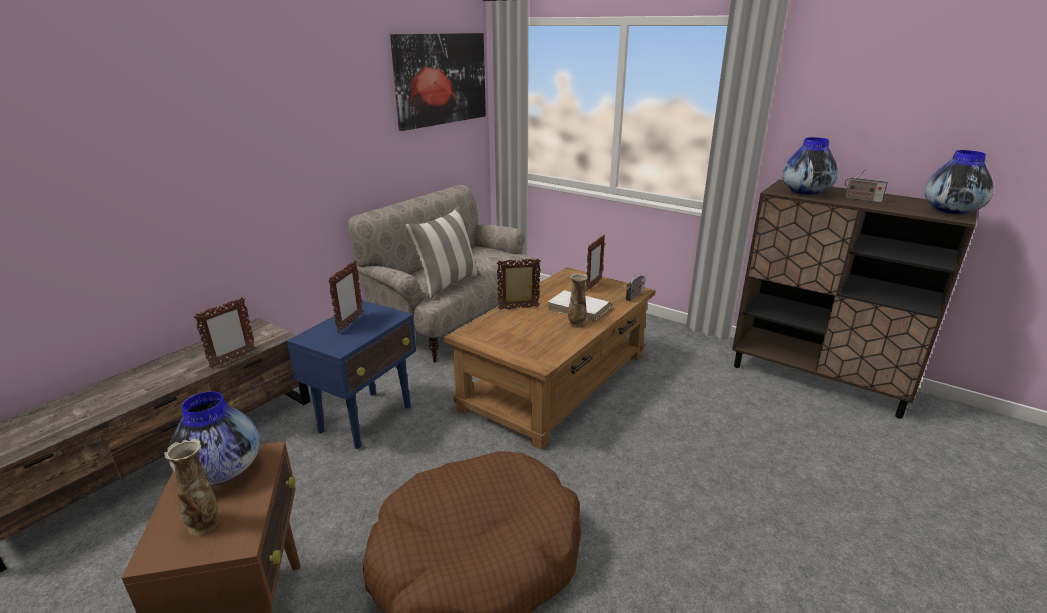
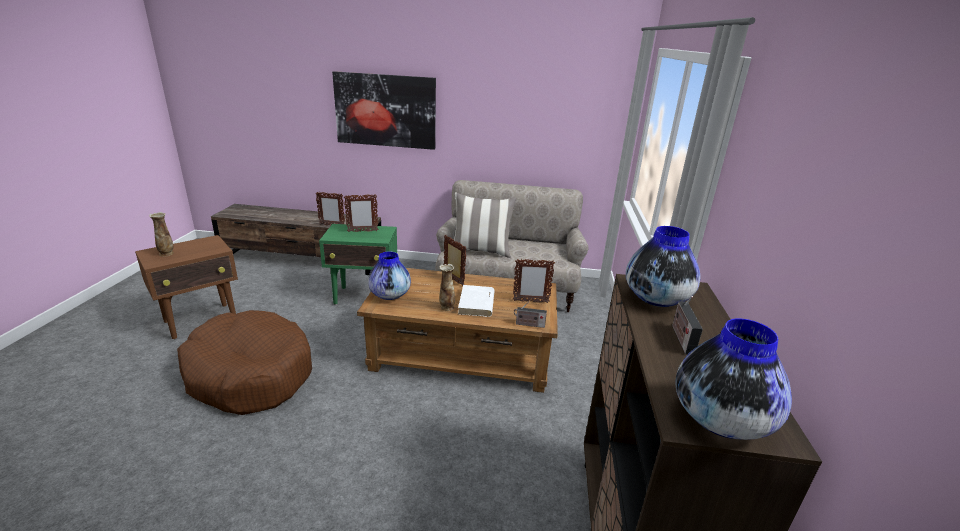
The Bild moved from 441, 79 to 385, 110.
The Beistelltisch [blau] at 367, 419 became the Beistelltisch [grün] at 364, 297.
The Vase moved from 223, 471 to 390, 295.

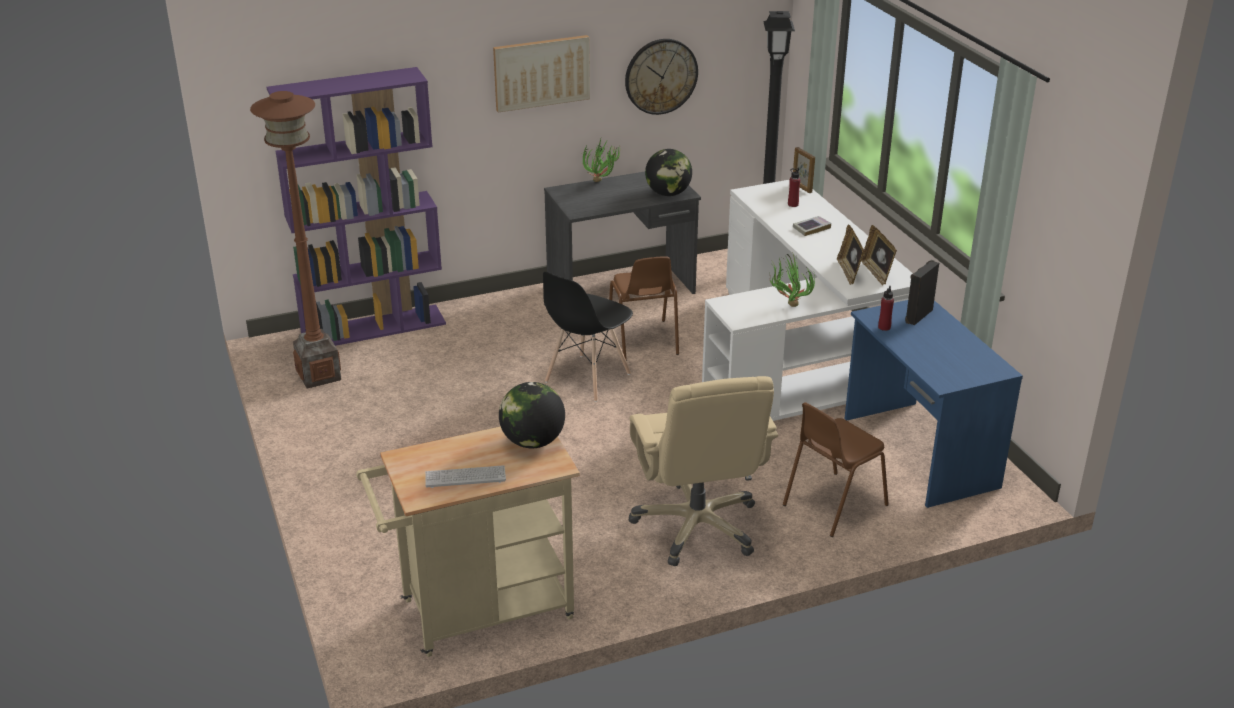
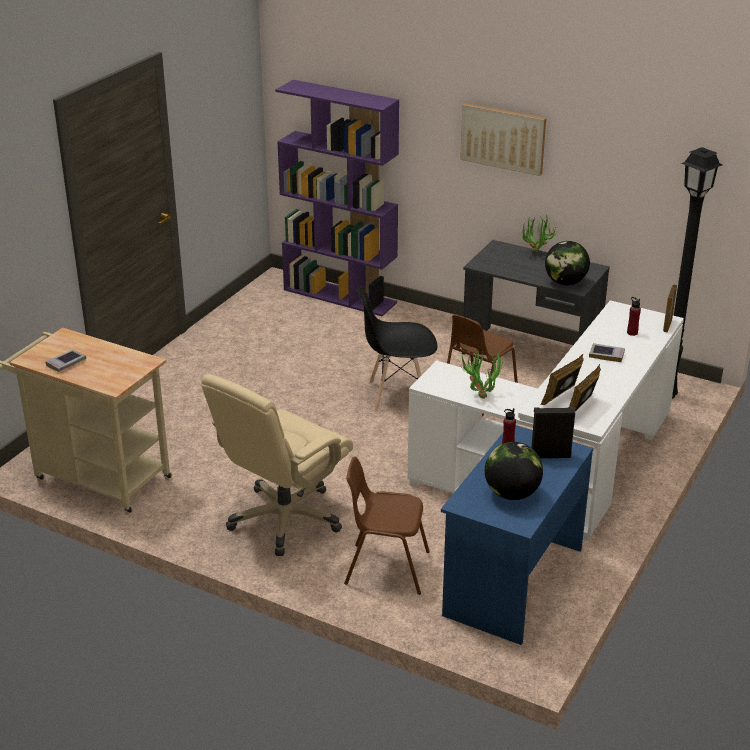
The Wanduhr at 661, 76 disappeared.
The Stehlampe [braun] at 318, 375 disappeared.
The Globus moved from 533, 442 to 512, 494.
The Tastatur at 465, 477 was replaced by the Buch at 66, 363.

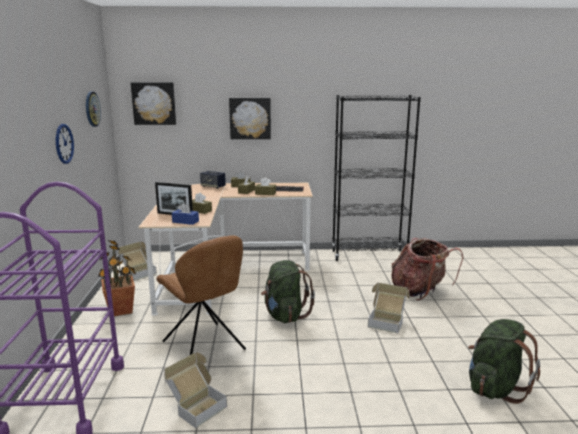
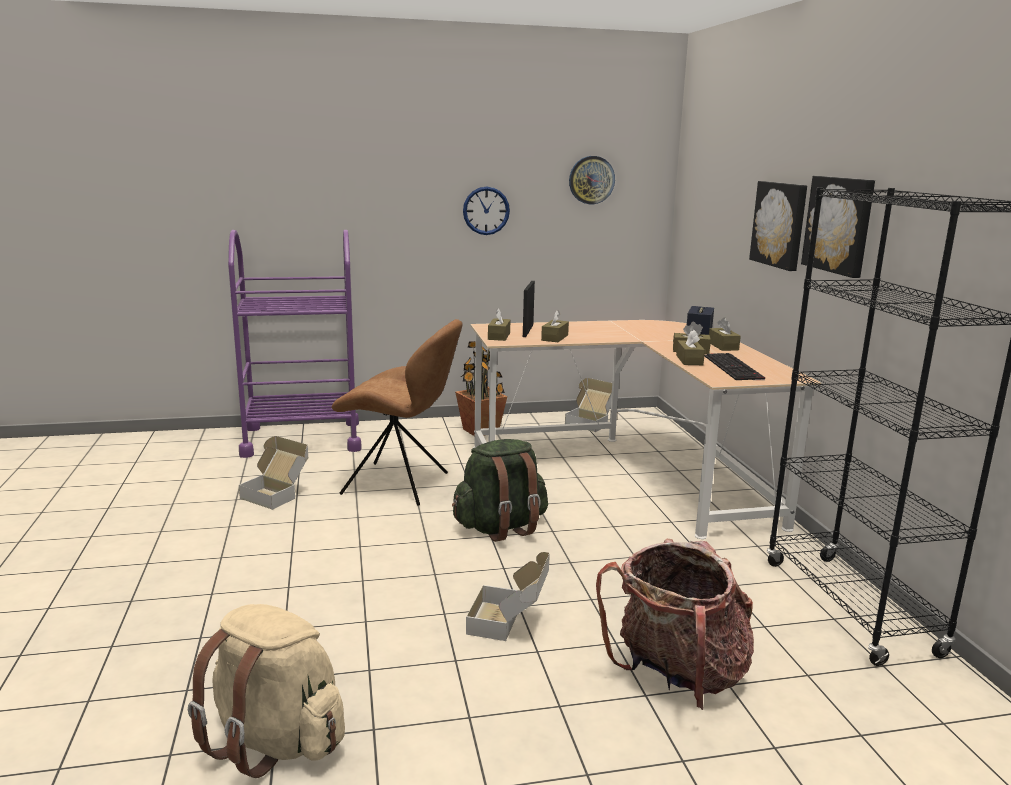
The Bild moved from 154, 103 to 840, 225.
The Taschentuchbox [blau] at 185, 221 became the Taschentuchbox [braun] at 499, 336.
The Stuhl [braun] at 205, 347 turned 120 degrees counterclockwise.
The Rucksack [grün] at 495, 388 became the Rucksack [beige] at 275, 740.

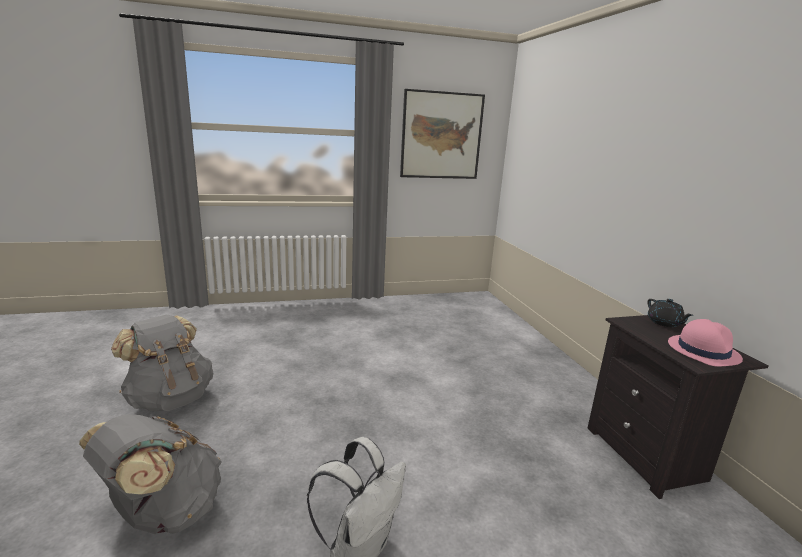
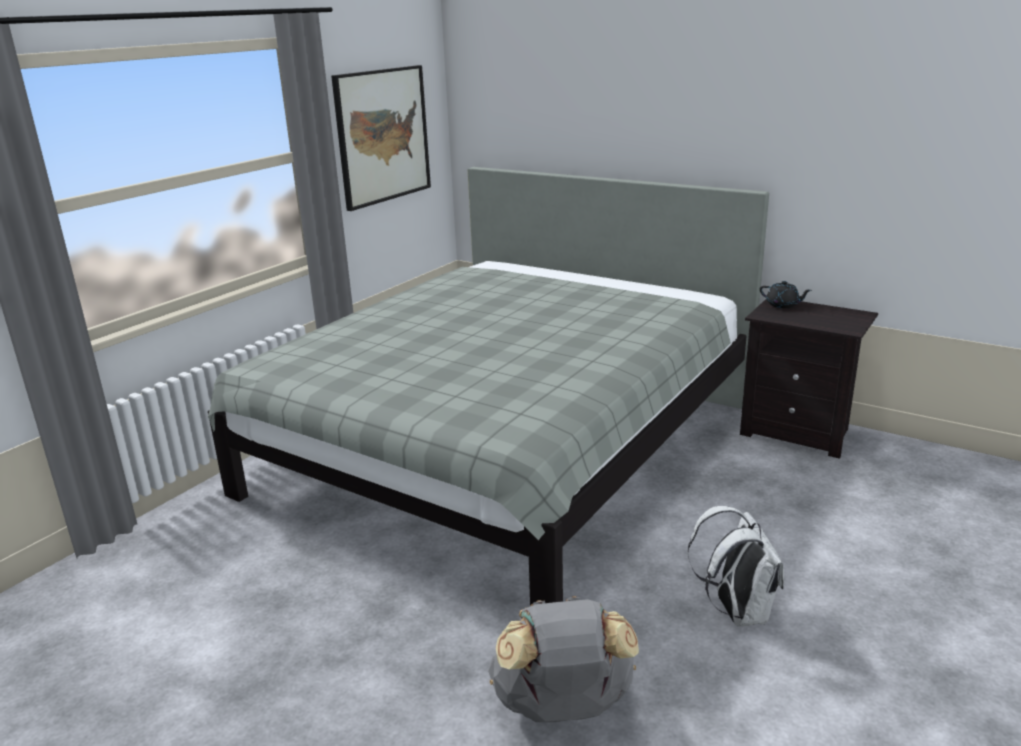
The Rucksack [grau] at 170, 398 disappeared.
The Hut [rosa] at 703, 350 disappeared.
The Bett [grau] at 504, 448 appeared.

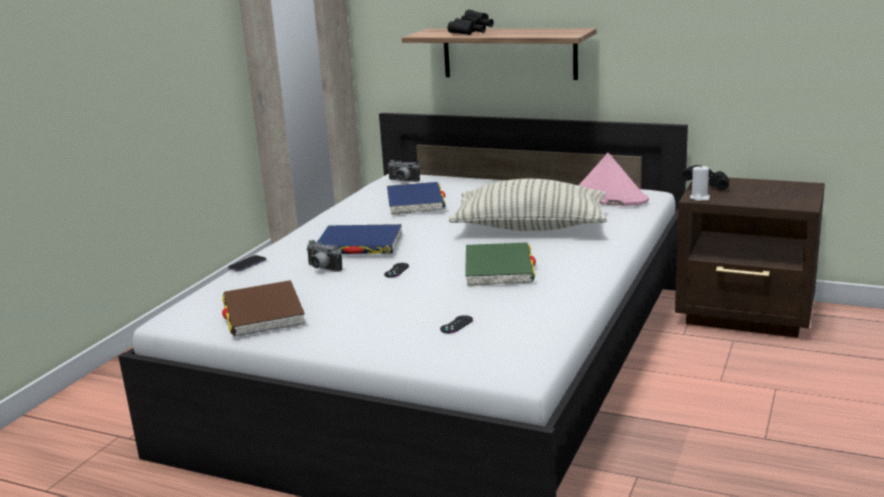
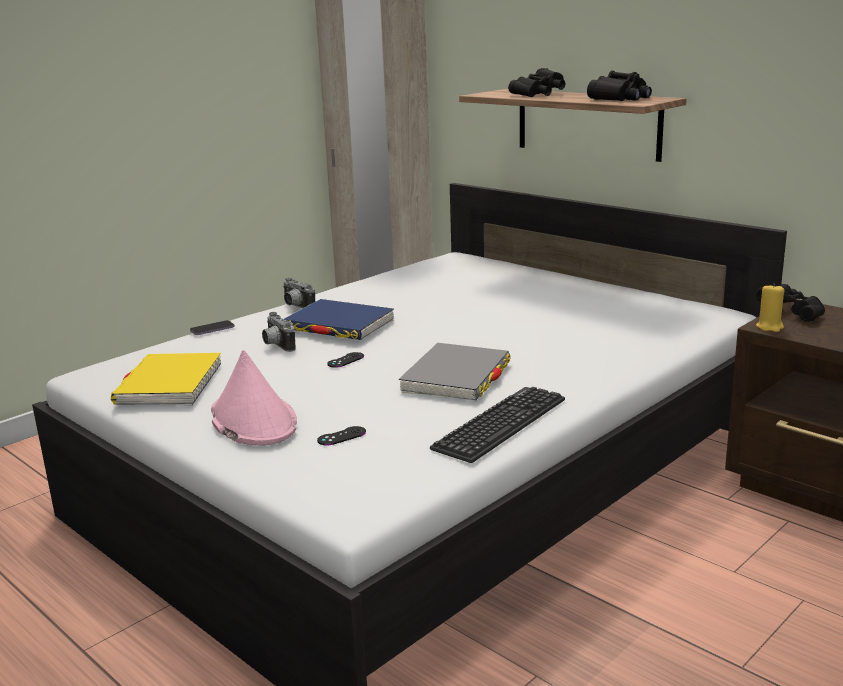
The Hut [rosa] moved from 609, 197 to 252, 420.
The Kamera moved from 402, 181 to 296, 307.
The Kerze [weiß] at 700, 198 became the Kerze [gelb] at 769, 327.
The Kissen at 530, 227 disappeared.
The Buch [blau] at 415, 202 disappeared.
The Buch [grün] at 499, 268 became the Buch [grau] at 456, 377.
The Buch [braun] at 263, 313 became the Buch [gelb] at 169, 384.
The Fernglas [schwarz] at 620, 98 appeared.
The Tastatur at 500, 424 appeared.

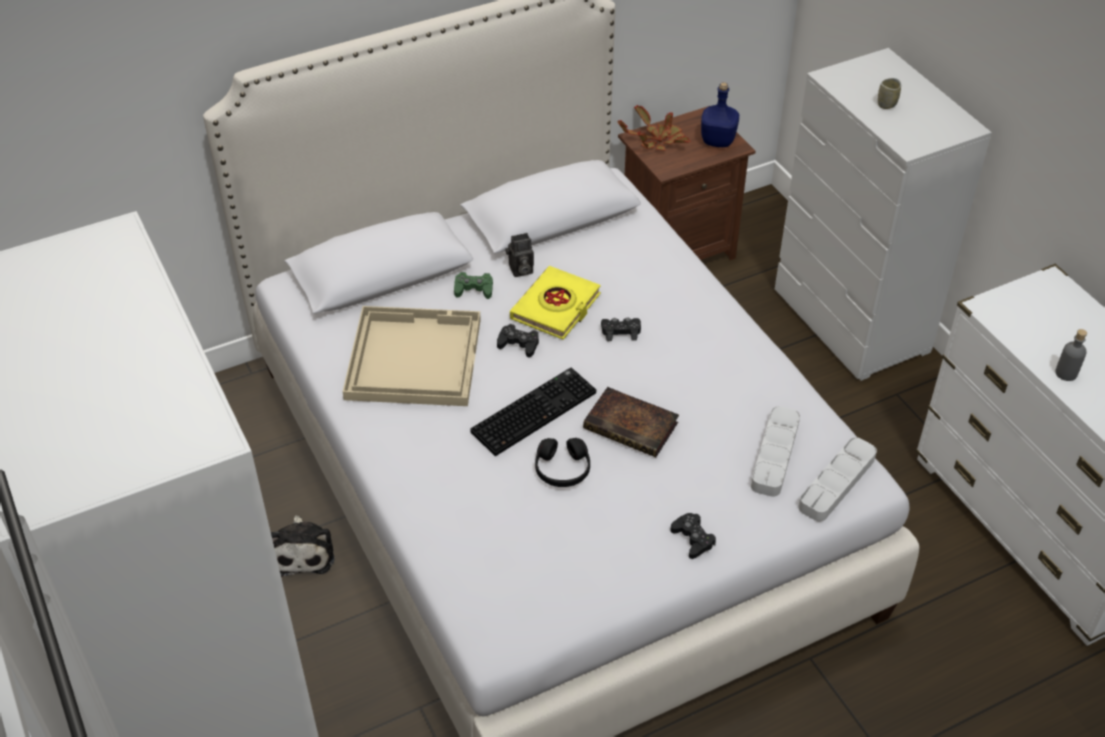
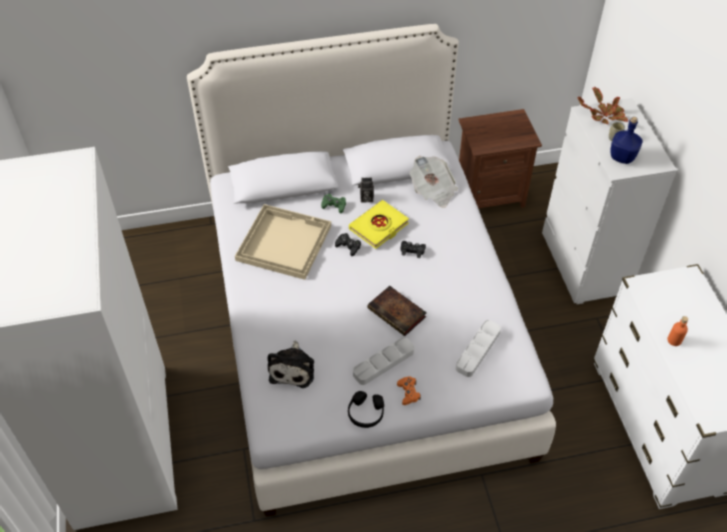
The Flasche [blau] moved from 717, 141 to 621, 157.
The Topfpflanze moved from 656, 141 to 603, 115.
The Flasche [grau] at 1066, 373 became the Flasche [orange] at 674, 340.
The Tastatur at 533, 410 disappeared.
The Tablett [grau] moved from 836, 483 to 383, 363.
The Kopfhörer [schwarz] moved from 562, 469 to 365, 413.
The Gamepad [schwarz] at 693, 539 became the Gamepad [orange] at 408, 392.
The Plüschtier moved from 302, 552 to 293, 368.
The Zeitung at 433, 191 appeared.

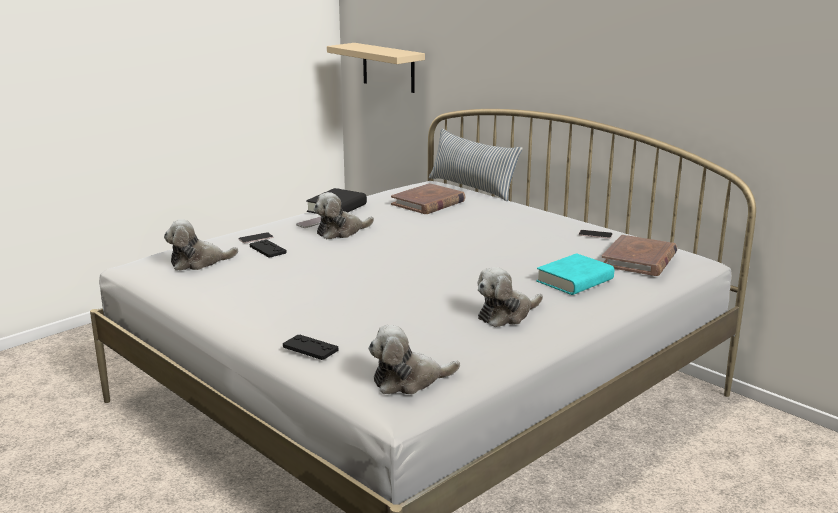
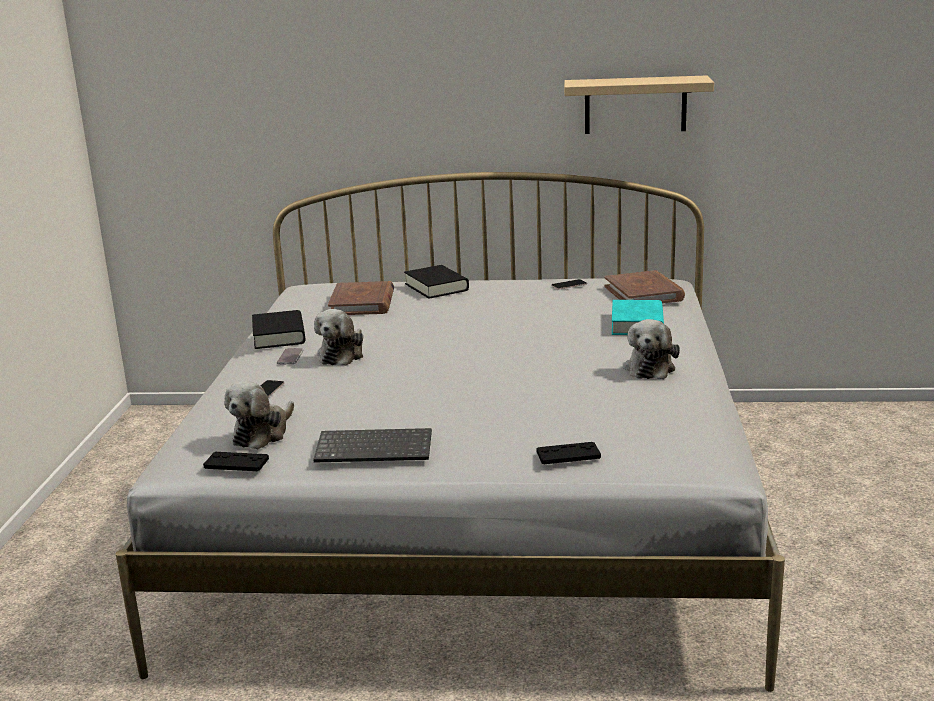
The Wandregal [beige] moved from 388, 67 to 635, 105.
The Kissen at 472, 188 disappeared.
The Gamepad [schwarz] moved from 267, 249 to 236, 463.
The Plüschtier at 409, 381 disappeared.
The Buch [schwarz] at 436, 287 appeared.
The Tastatur at 375, 448 appeared.

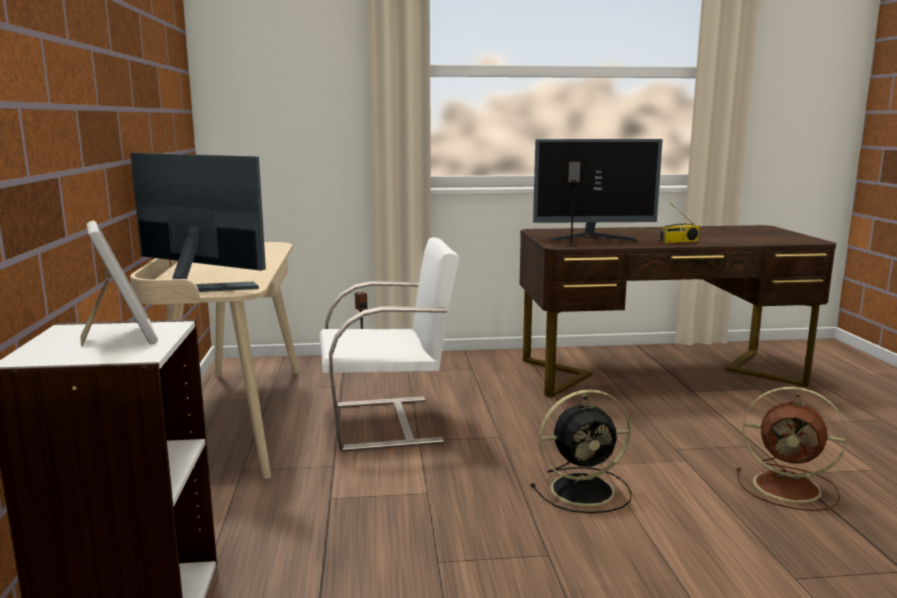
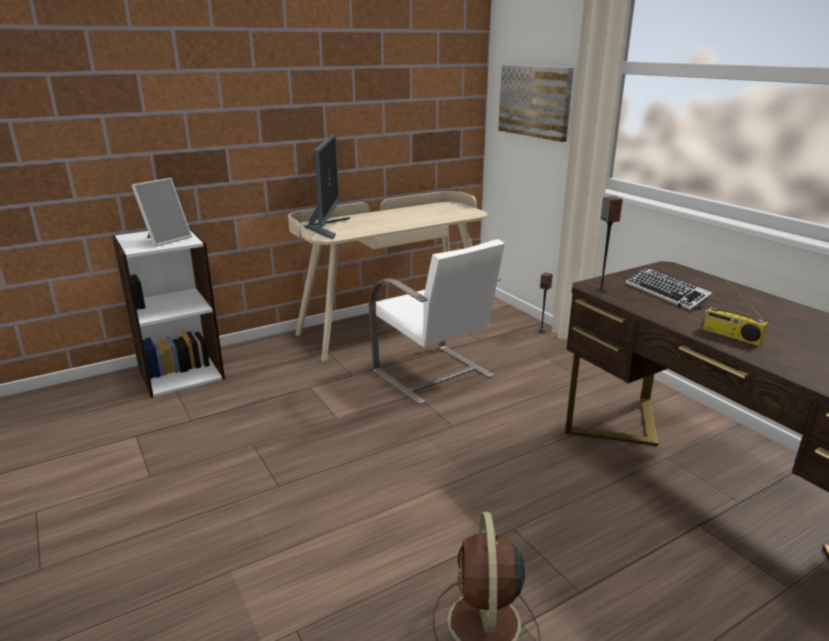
The Monitor at 593, 238 was replaced by the Tastatur at 666, 294.
The Ventilator [schwarz] at 585, 490 disappeared.
The Bild at 535, 101 appeared.

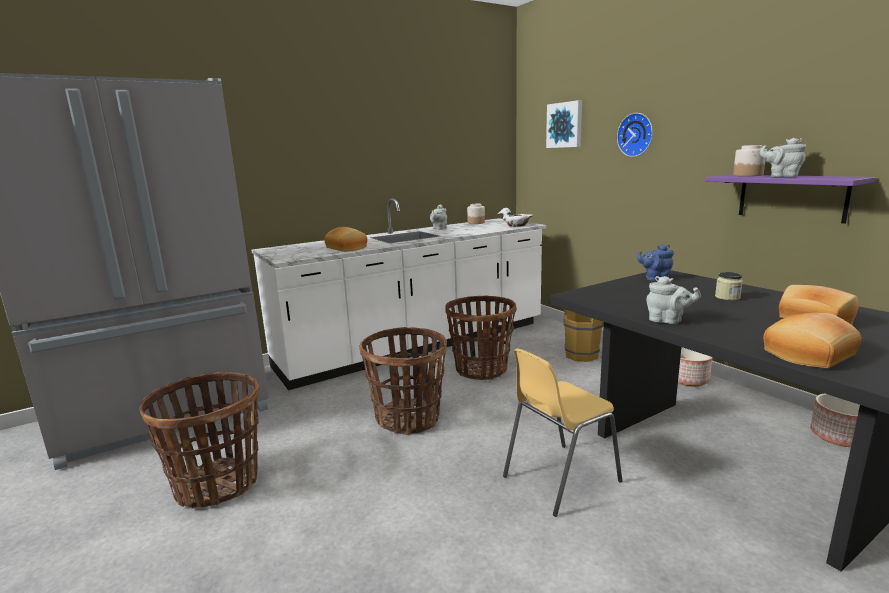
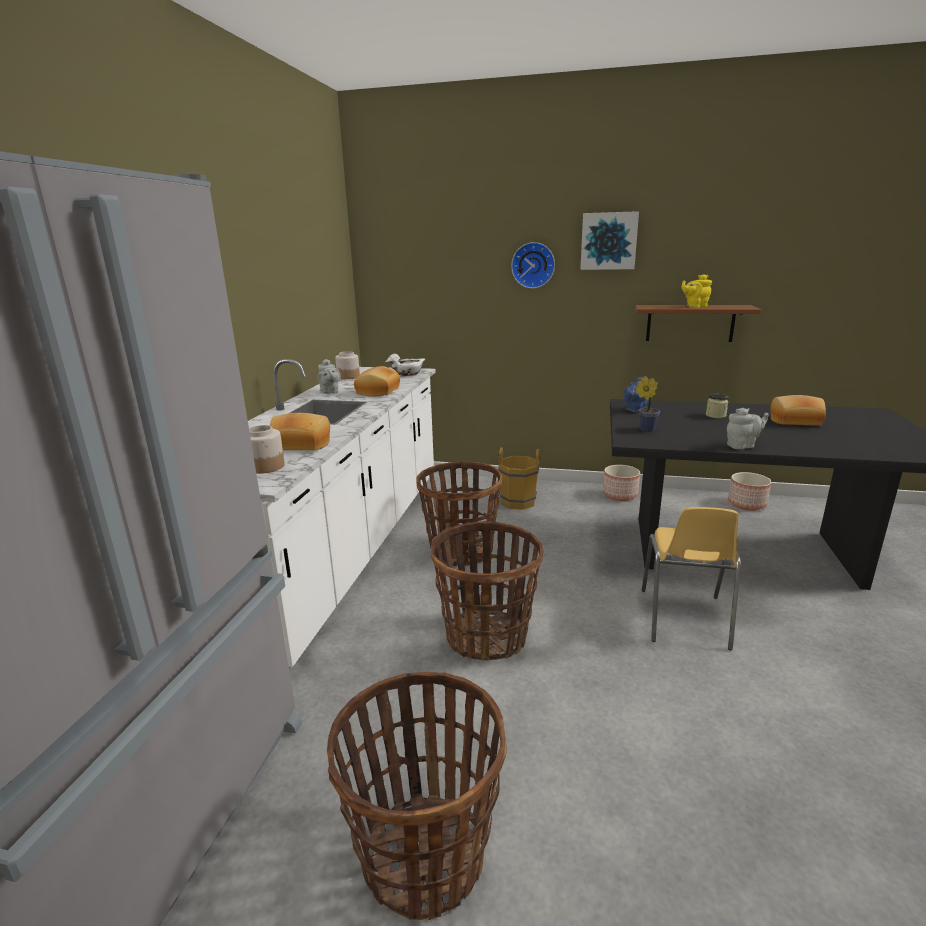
The Bild moved from 565, 125 to 608, 241.
The Teekanne [grau] at 781, 176 became the Teekanne [gelb] at 695, 307.
The Vorratsglas moved from 748, 175 to 266, 466.
The Wandregal [lila] at 791, 197 became the Wandregal [braun] at 690, 323.
The Brot moved from 810, 355 to 379, 391.
The Topfpflanze at 645, 429 appeared.

